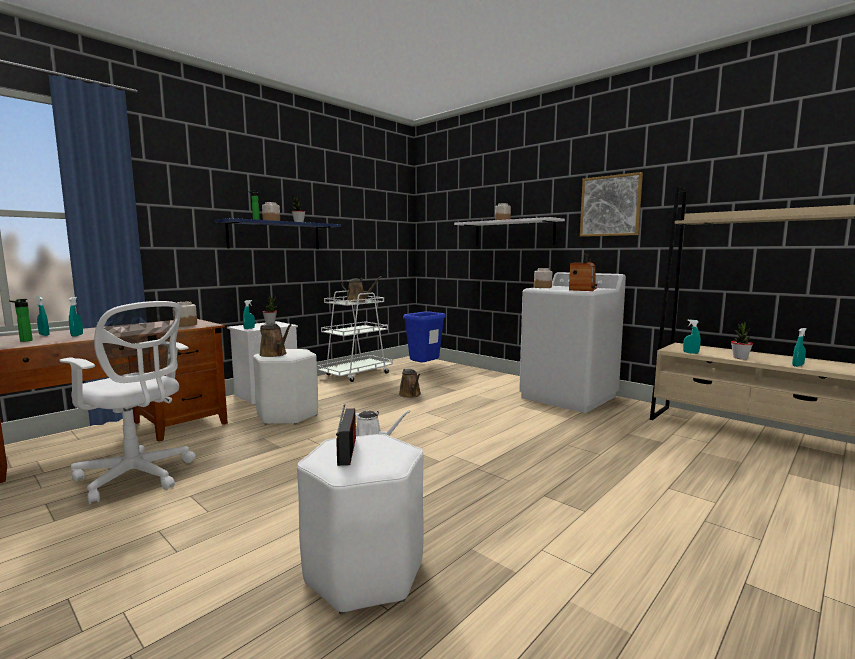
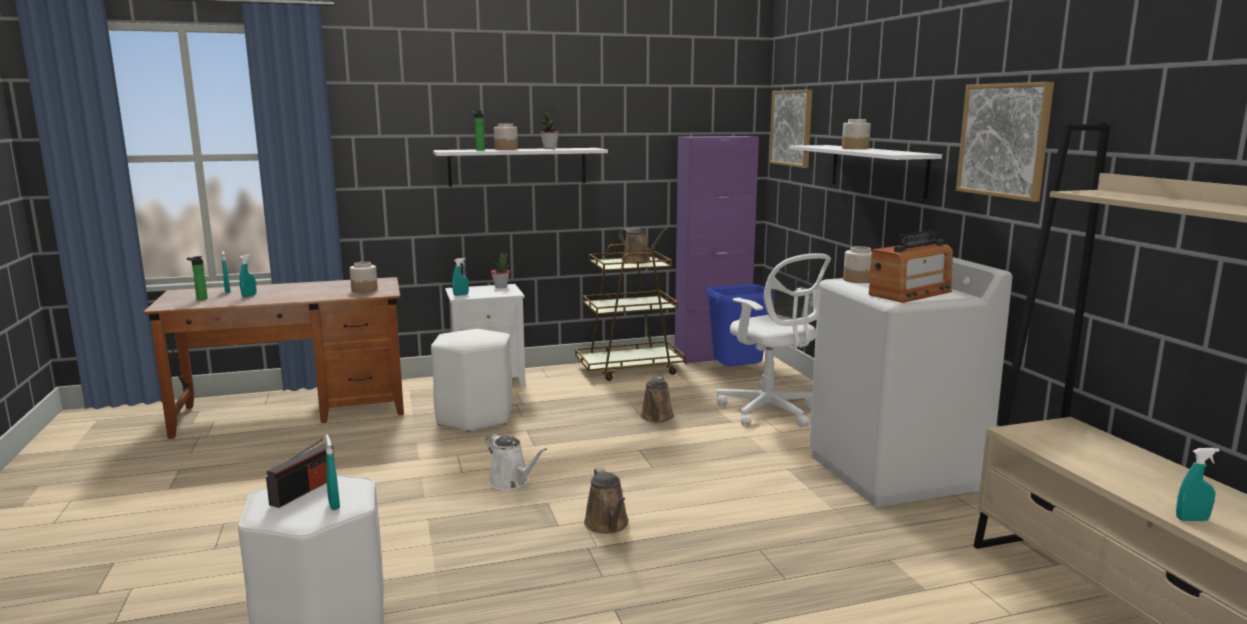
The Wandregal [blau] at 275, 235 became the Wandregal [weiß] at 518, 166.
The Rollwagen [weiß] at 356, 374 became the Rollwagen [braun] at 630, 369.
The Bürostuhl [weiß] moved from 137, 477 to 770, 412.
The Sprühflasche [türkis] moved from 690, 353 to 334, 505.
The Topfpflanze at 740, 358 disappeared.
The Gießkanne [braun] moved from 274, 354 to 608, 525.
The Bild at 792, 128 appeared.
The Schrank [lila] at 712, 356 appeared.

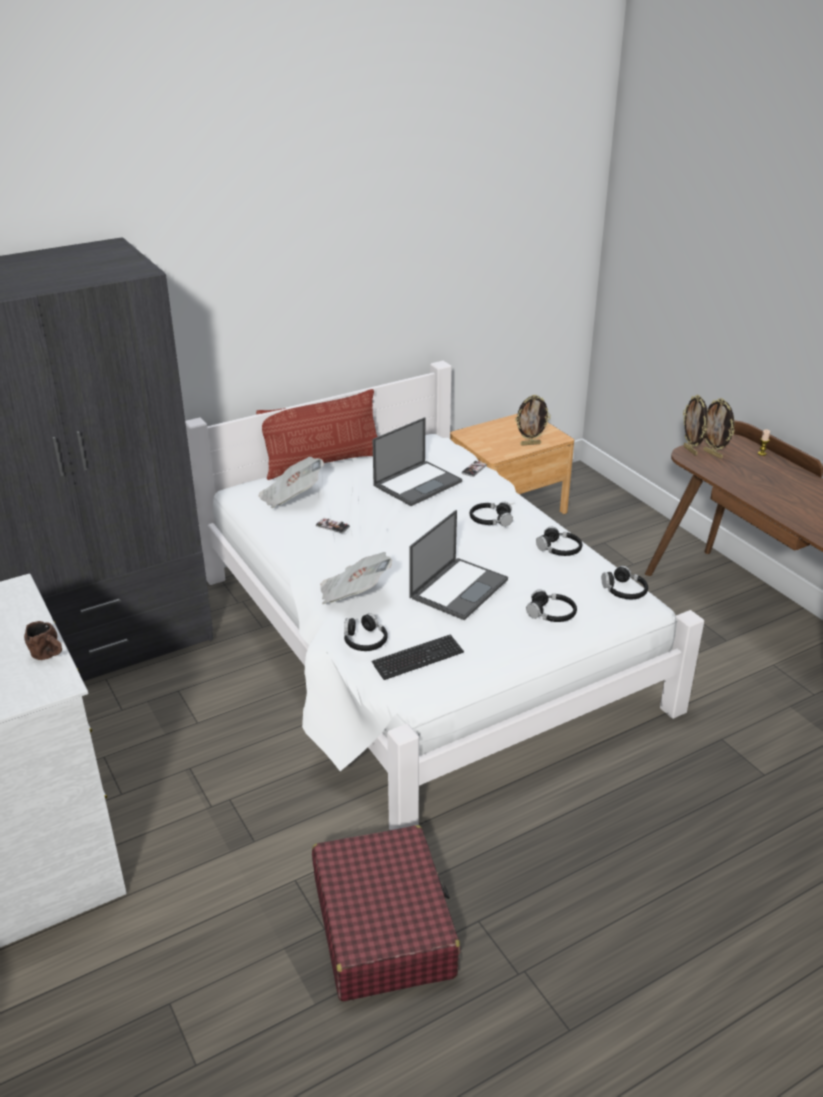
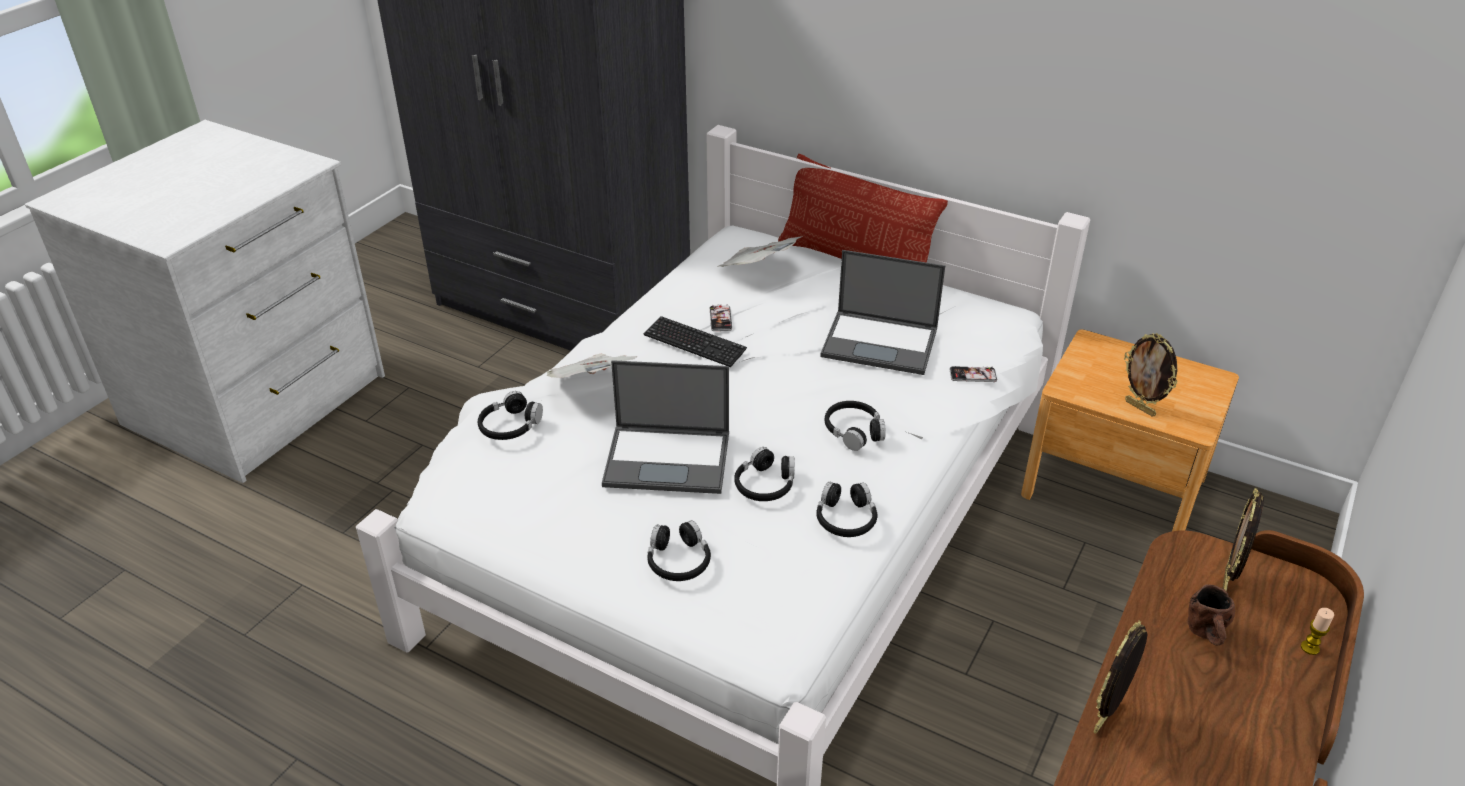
The Bilderrahmen moved from 691, 451 to 1107, 718.
The Kopfhörer [schwarz] moved from 624, 591 to 765, 485.
The Henkelbecher [braun] moved from 50, 656 to 1207, 636.
The Tastatur moved from 418, 658 to 694, 343.
The Koffer [rot] at 383, 926 disappeared.

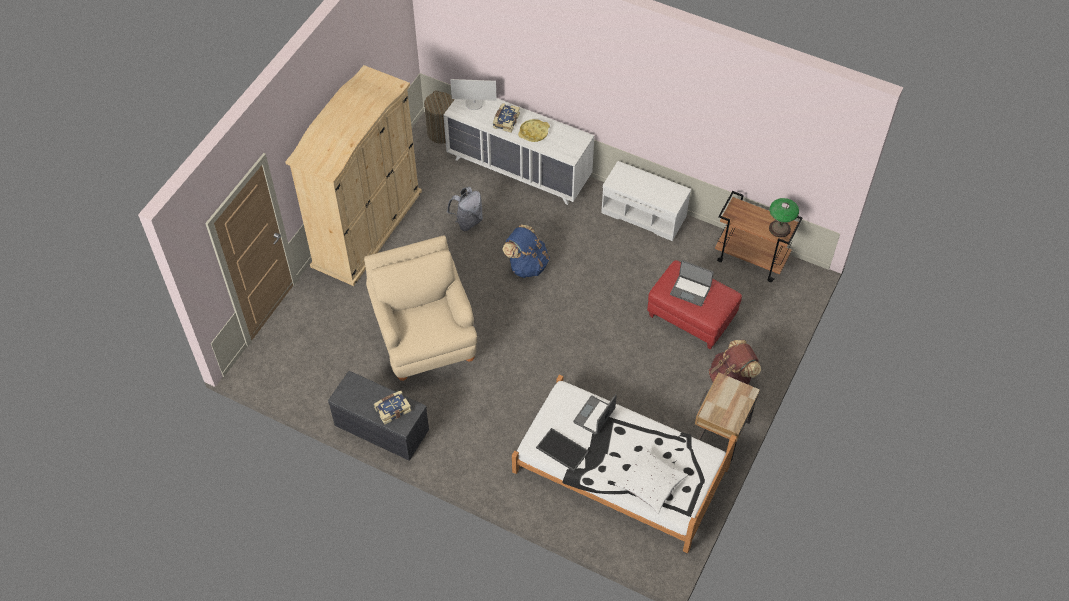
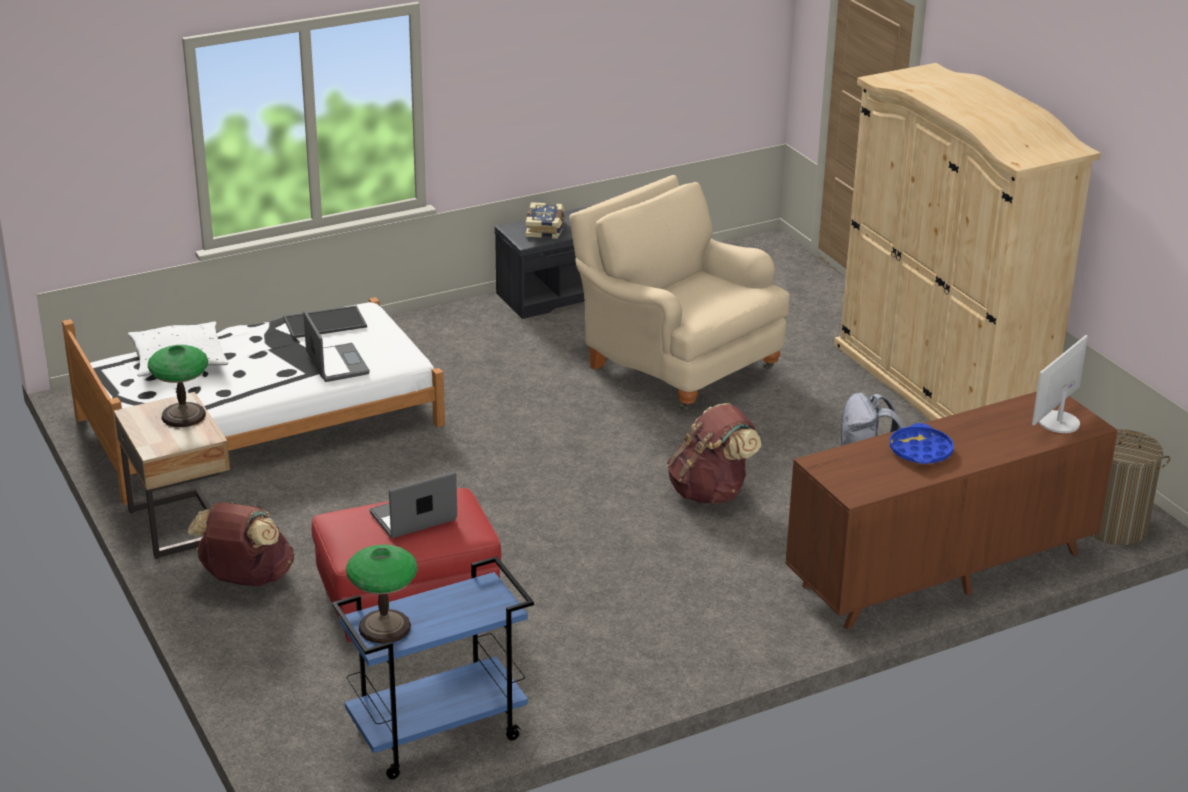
The Kommode [weiß] at 519, 170 became the Kommode [braun] at 941, 570.
The Buch at 505, 121 disappeared.
The Tablett [gelb] at 534, 132 became the Tablett [blau] at 920, 451.
The Bank [weiß] at 644, 214 disappeared.
The Rollwagen [braun] at 751, 259 became the Rollwagen [blau] at 436, 735.
The Rucksack [blau] at 527, 265 became the Rucksack [braun] at 710, 492.
The Sessel [beige] at 425, 337 turned 150 degrees counterclockwise.
The Tischlampe at 183, 415 appeared.

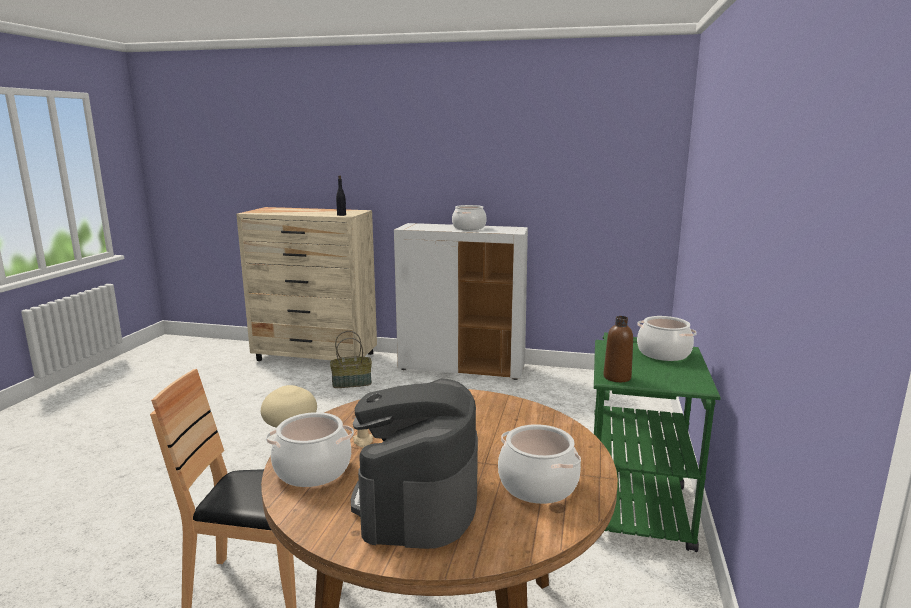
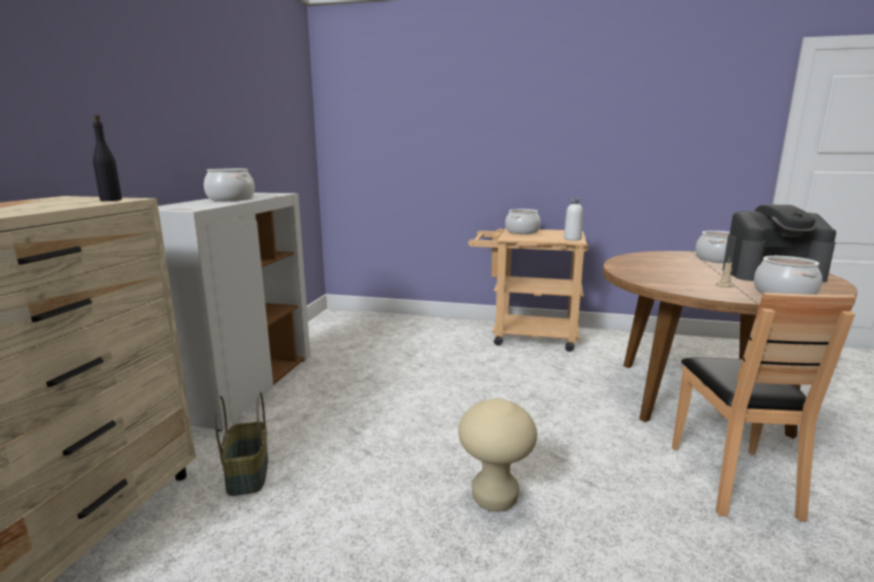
The Flasche [braun] at 617, 377 became the Flasche [weiß] at 572, 239.
The Rollwagen [grün] at 636, 502 became the Rollwagen [beige] at 525, 336.

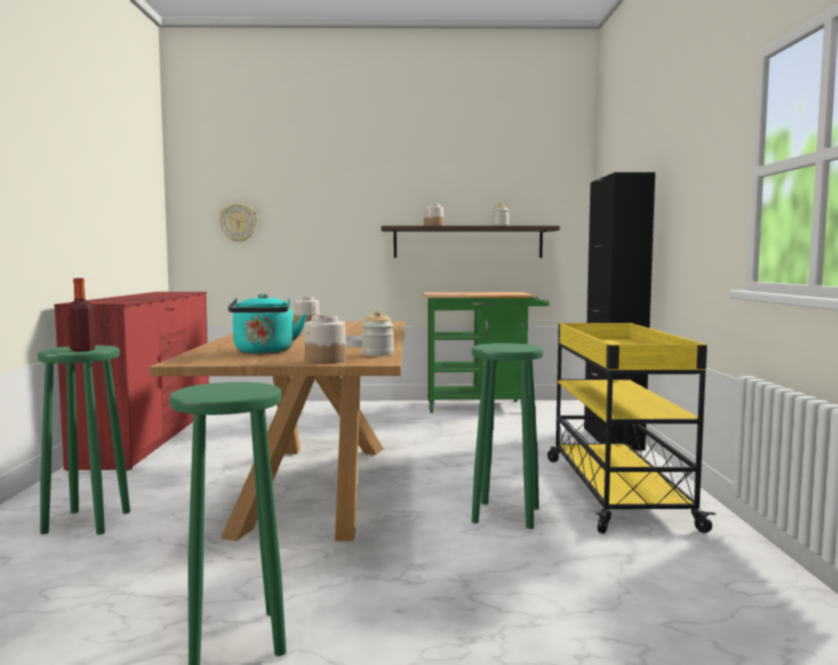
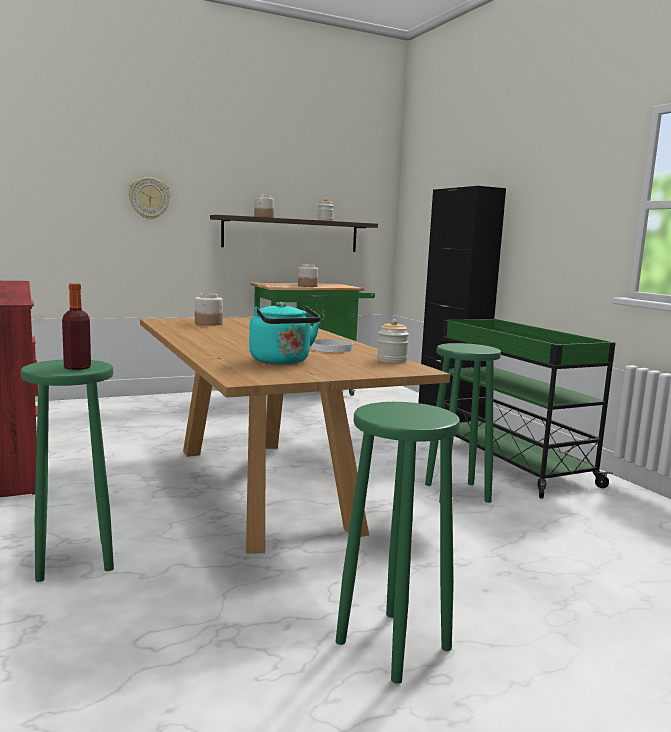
The Wanduhr moved from 239, 222 to 149, 198.
The Vorratsglas moved from 325, 360 to 307, 286.
The Rollwagen [gelb] at 615, 490 became the Rollwagen [grün] at 507, 461.

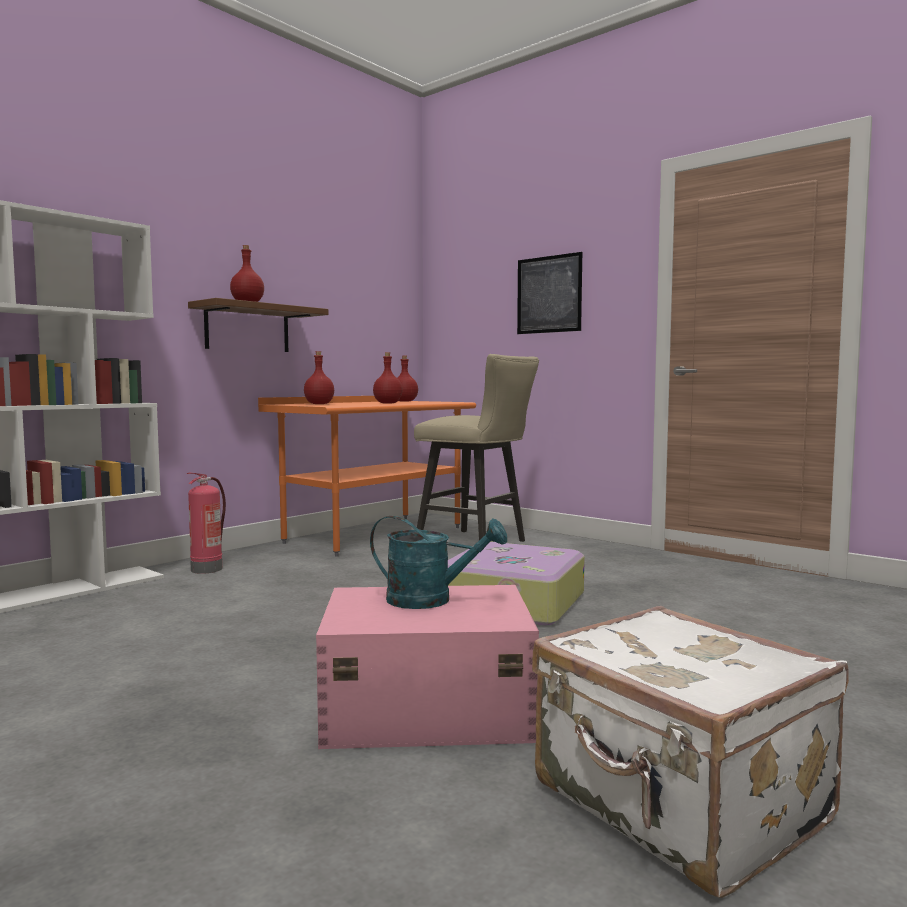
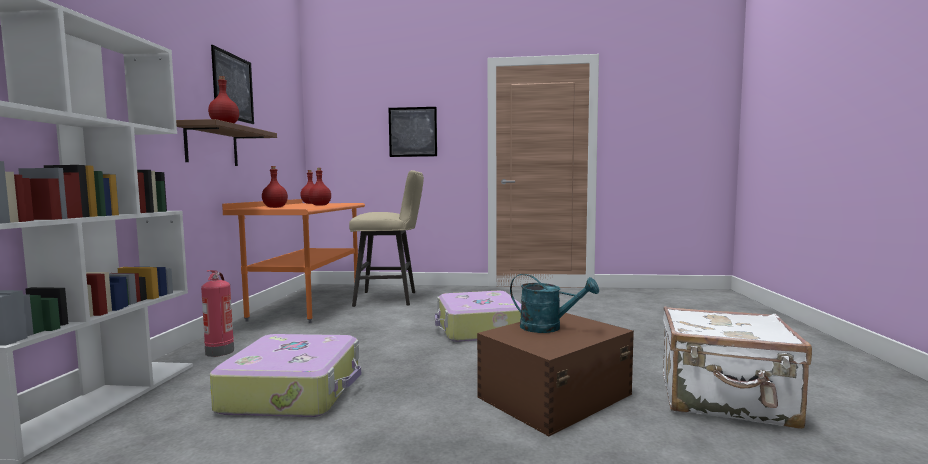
The Gießkanne [türkis] at 431, 600 turned 45 degrees clockwise.
The Aufbewahrungsbox [rosa] at 424, 708 became the Aufbewahrungsbox [braun] at 553, 396.
The Bild at 233, 87 appeared.
The Koffer at 294, 391 appeared.

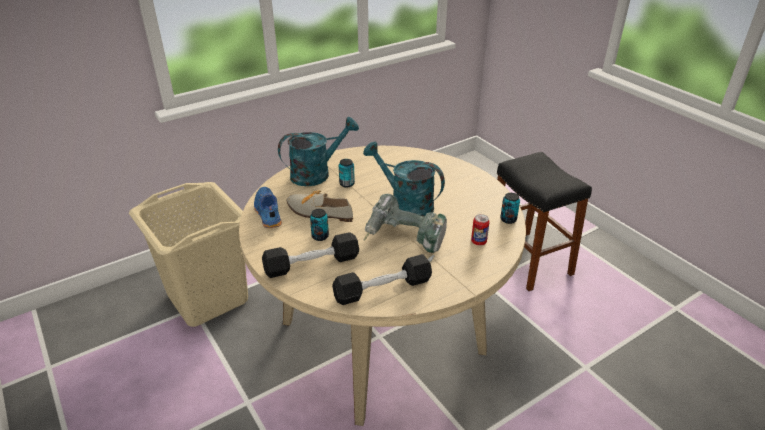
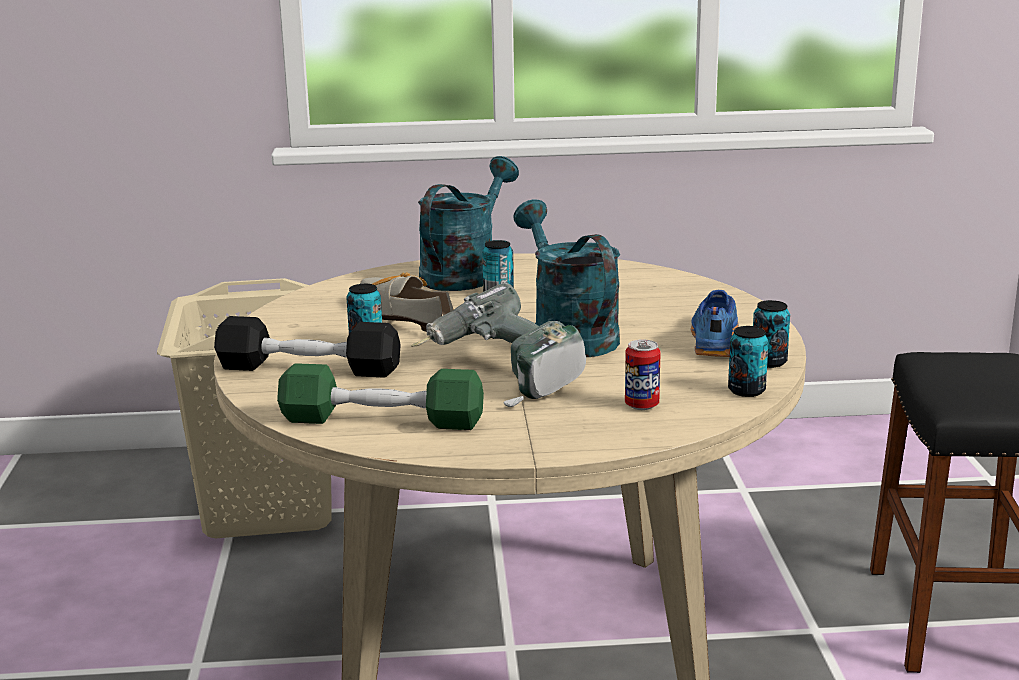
The Gießkanne [türkis] at 317, 173 turned 60 degrees counterclockwise.
The Schuh [blau] moved from 267, 213 to 713, 339.
The Hantel [schwarz] at 383, 289 became the Hantel [grün] at 382, 420.
The Dose at 769, 362 appeared.

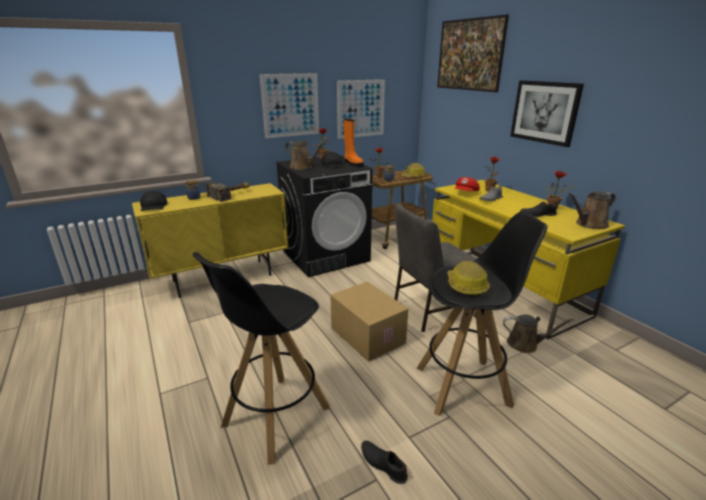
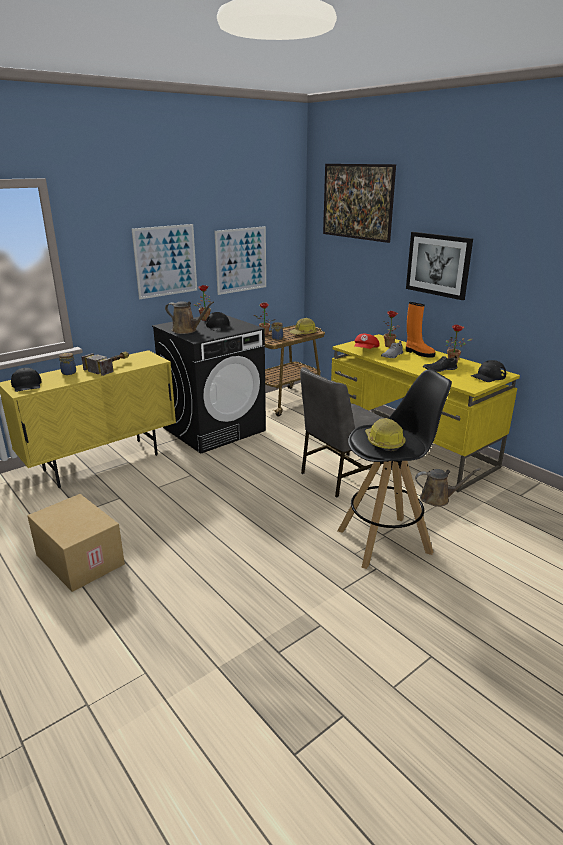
The Stiefel [orange] moved from 353, 163 to 418, 353.
The Gießkanne [braun] at 589, 224 was replaced by the Kappe [schwarz] at 488, 376.
The Hocker [schwarz] at 275, 417 disappeared.
The Karton moved from 366, 335 to 78, 560.
The Schuh [schwarz] at 383, 464 disappeared.

